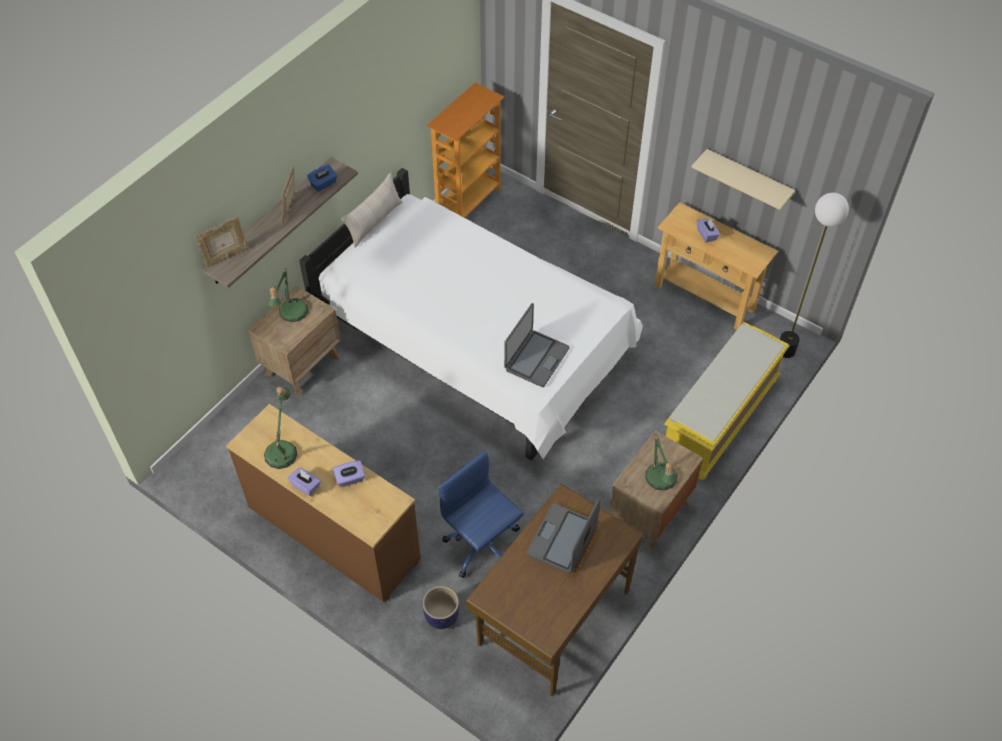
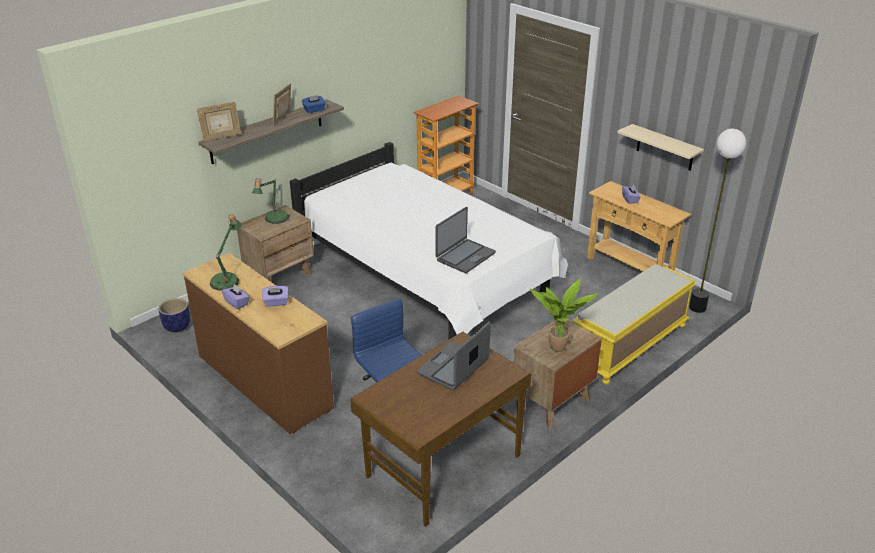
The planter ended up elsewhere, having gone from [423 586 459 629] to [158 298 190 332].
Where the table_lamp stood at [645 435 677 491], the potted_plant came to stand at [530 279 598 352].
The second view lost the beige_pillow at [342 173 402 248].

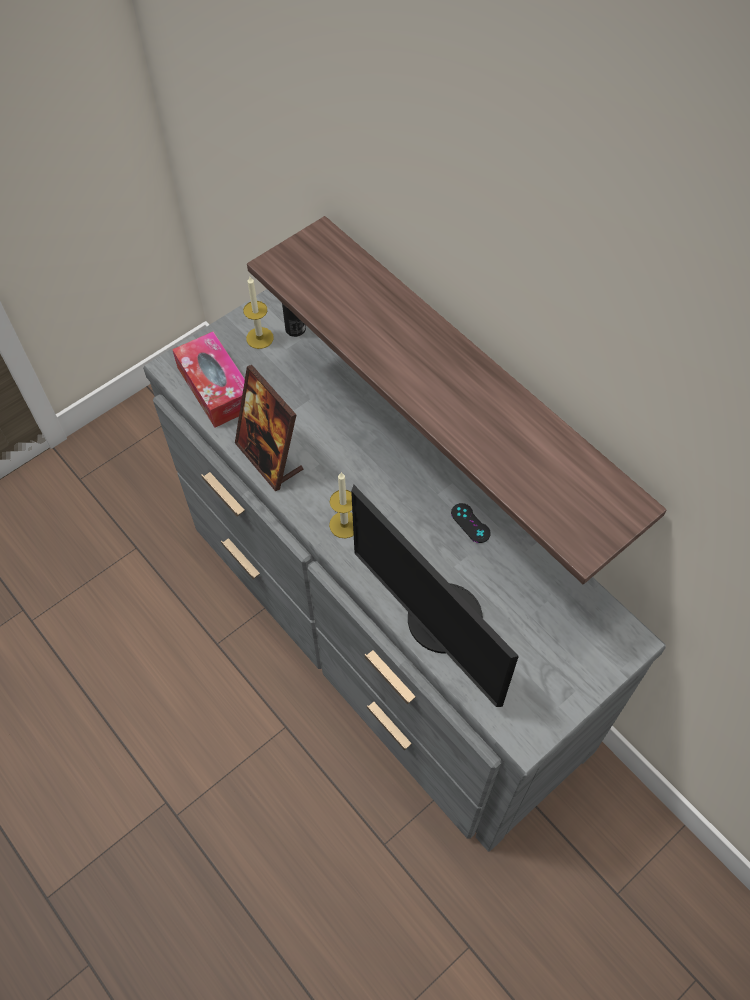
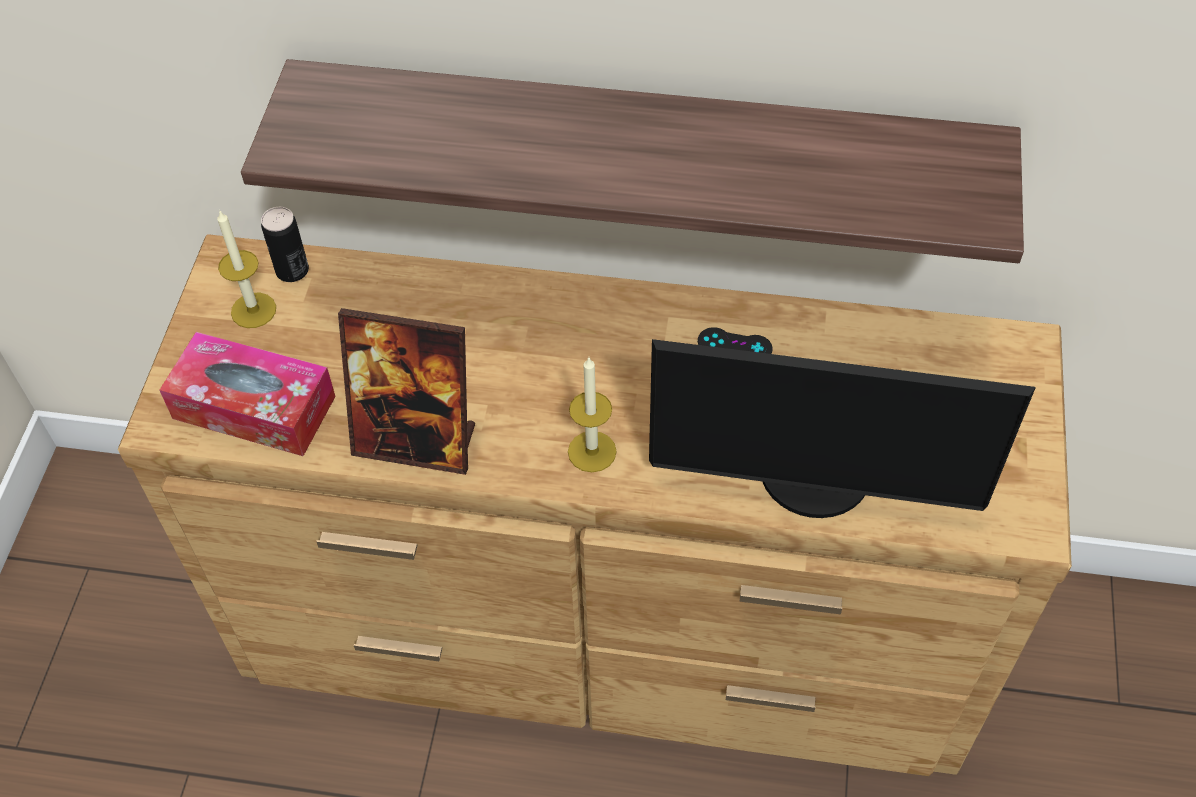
What was the grey_dresser at [143 289 666 851] turned into the brown_dresser at [118 234 1072 776].

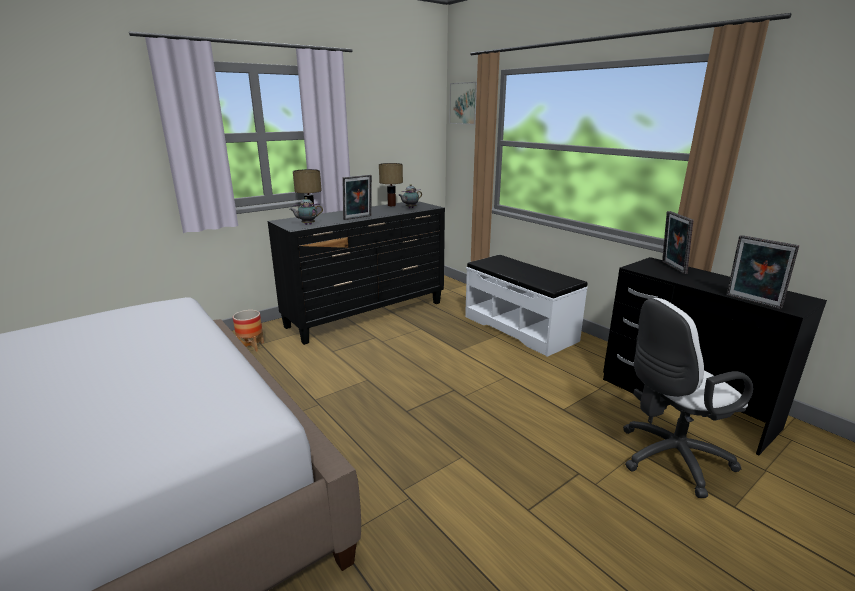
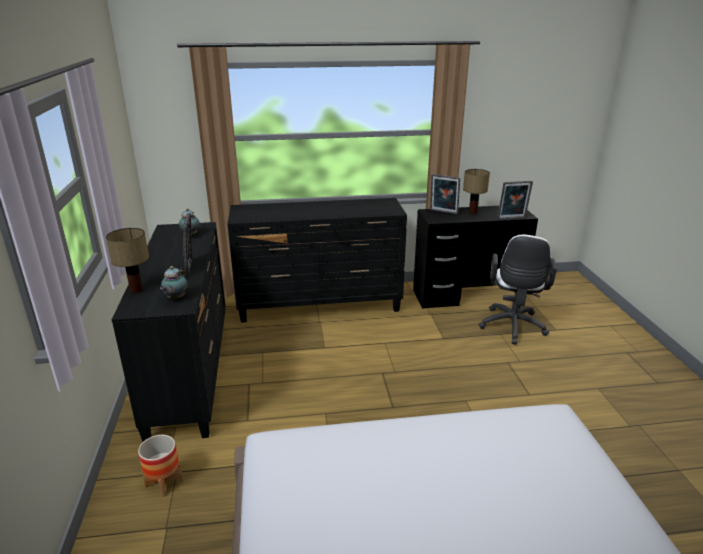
Where the white_bench stood at [465 255 588 357], the black_dresser came to stand at [227 198 407 323].
The table_lamp ended up elsewhere, having gone from [379 163 403 206] to [463 169 490 214].
The second view lost the picture at [449 82 477 125].

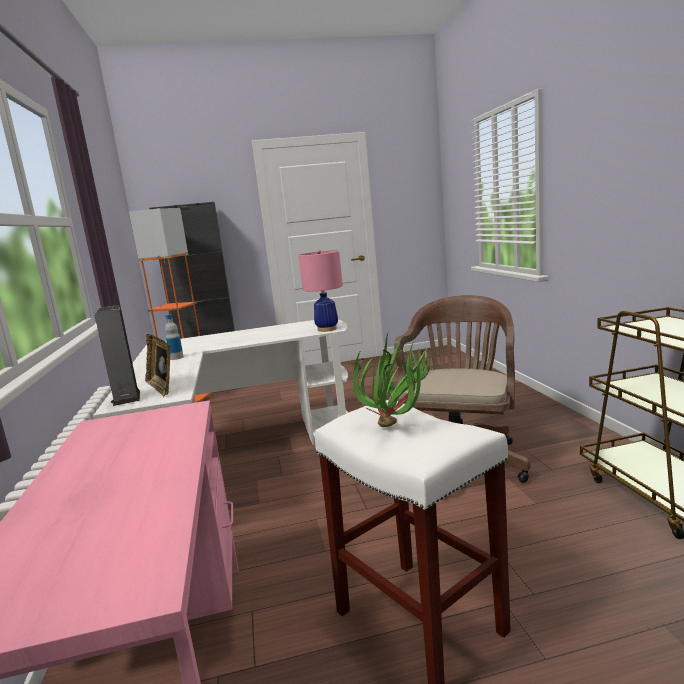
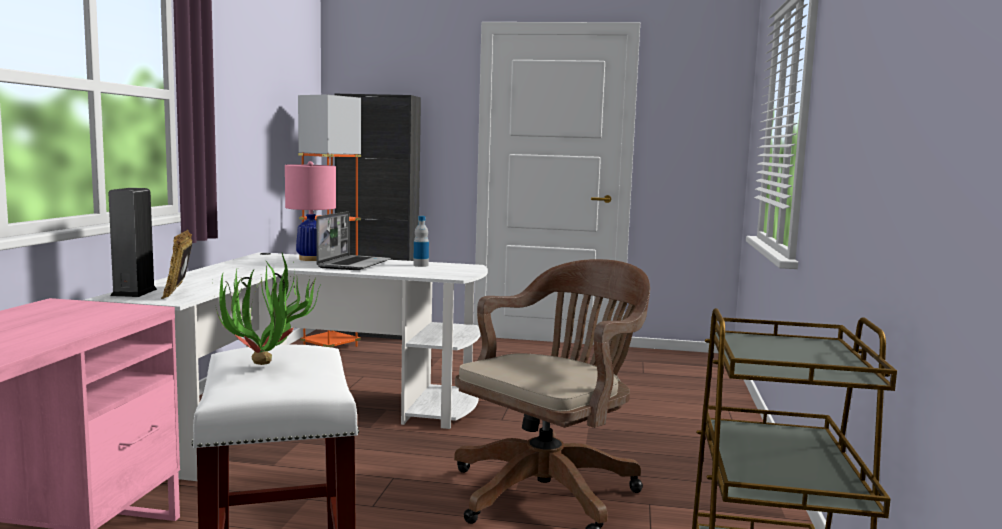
The pink_table_lamp ended up elsewhere, having gone from [298 249 343 332] to [285 161 336 261].
The second view gained the laptop at [316 211 391 270].
The bottle ended up elsewhere, having gone from [165 314 184 360] to [413 216 429 267].

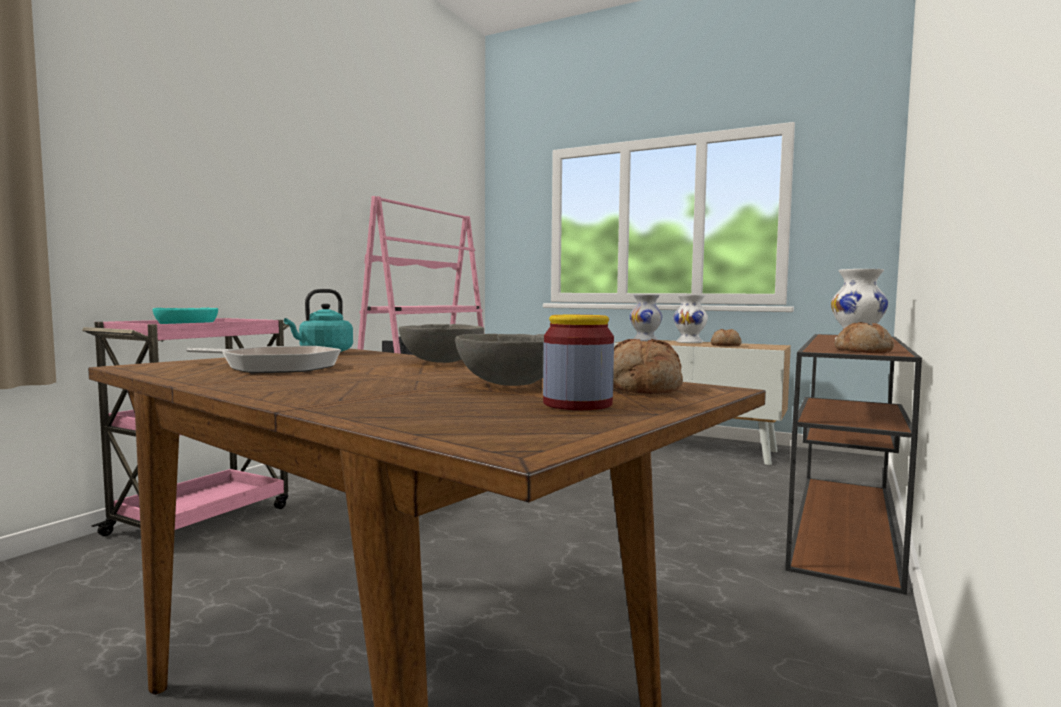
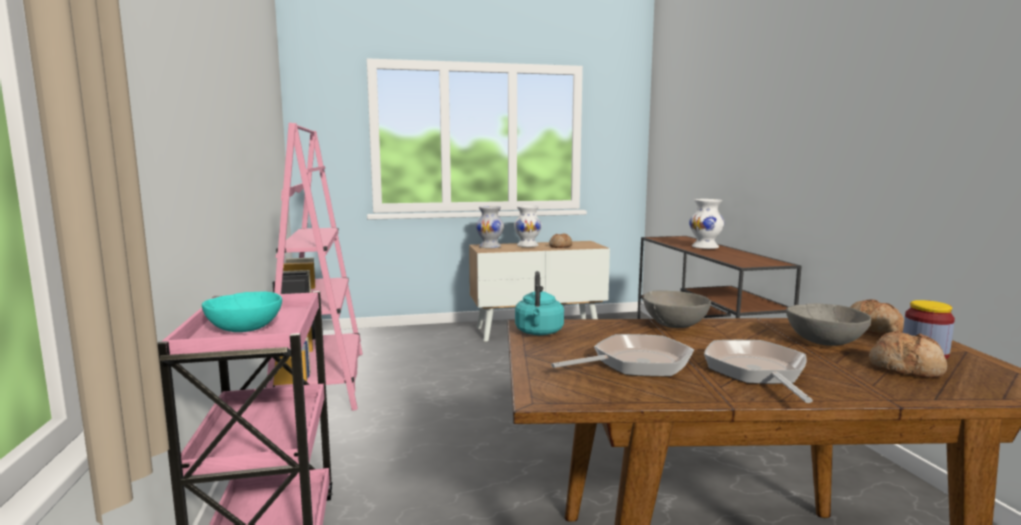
The second view gained the frying_pan at [704 340 813 403].
The bread ended up elsewhere, having gone from [835 322 894 353] to [869 330 947 378].

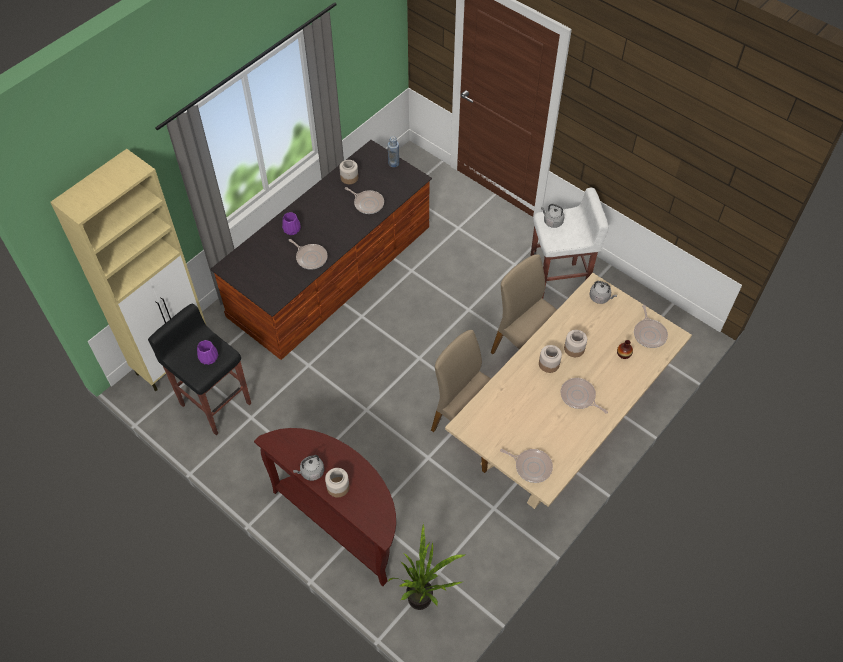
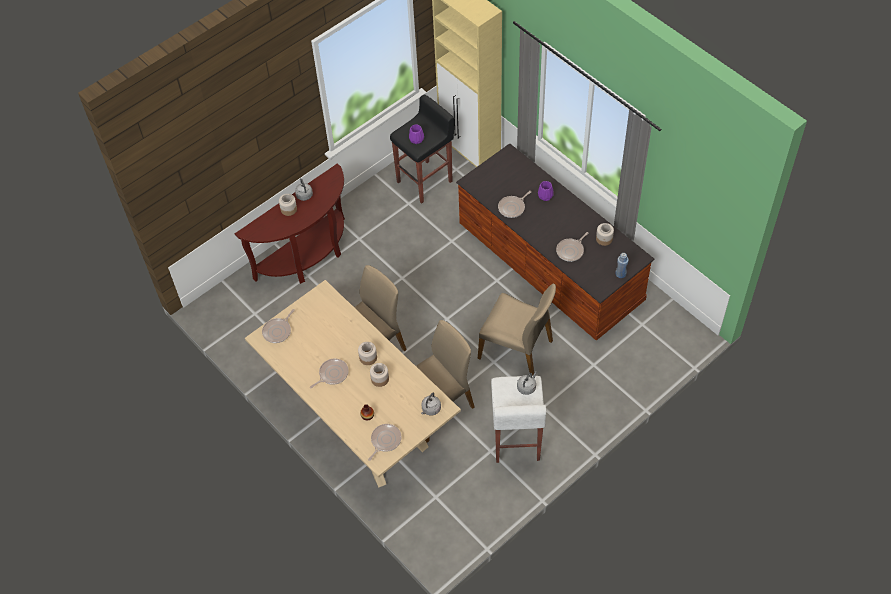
The frying_pan at [634 305 668 348] ended up facing another way, 120 degrees clockwise from before.
The second view gained the beige_chair at [477 284 556 376].
The second view lost the potted_plant at [388 524 465 610].

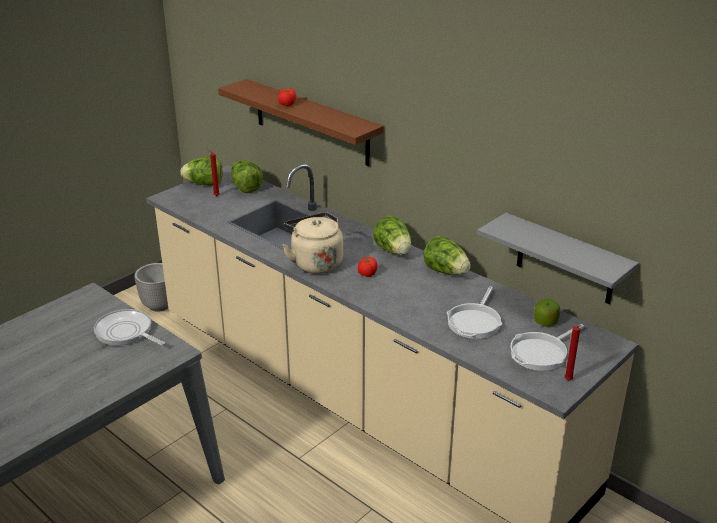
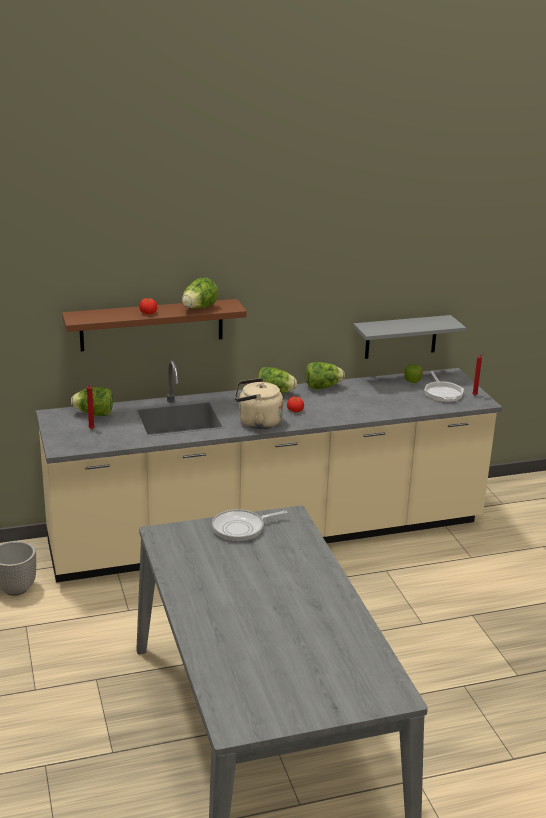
The lettuce ended up elsewhere, having gone from [181 157 222 186] to [182 277 218 309].
The second view lost the frying_pan at [447 286 502 339].

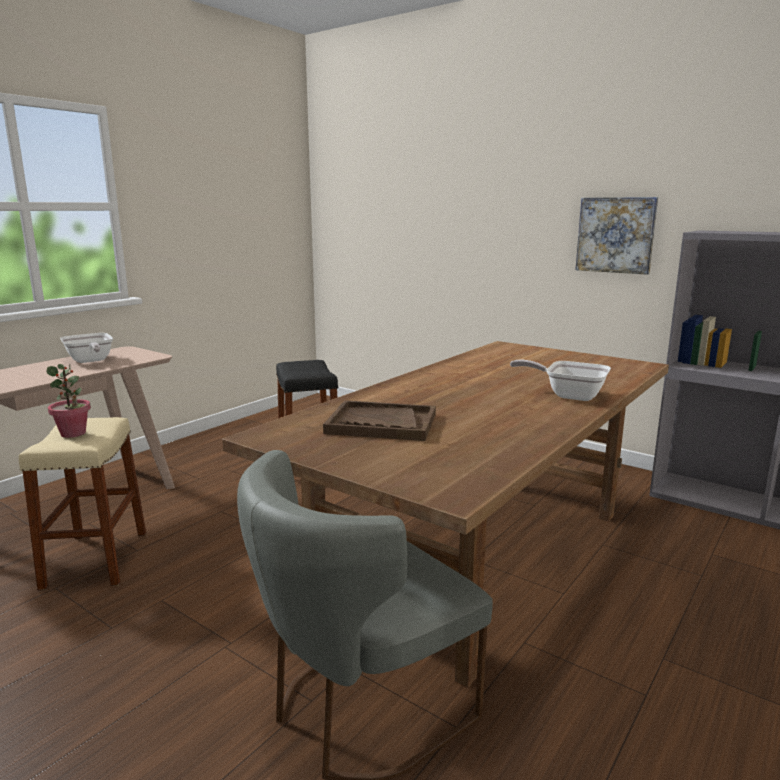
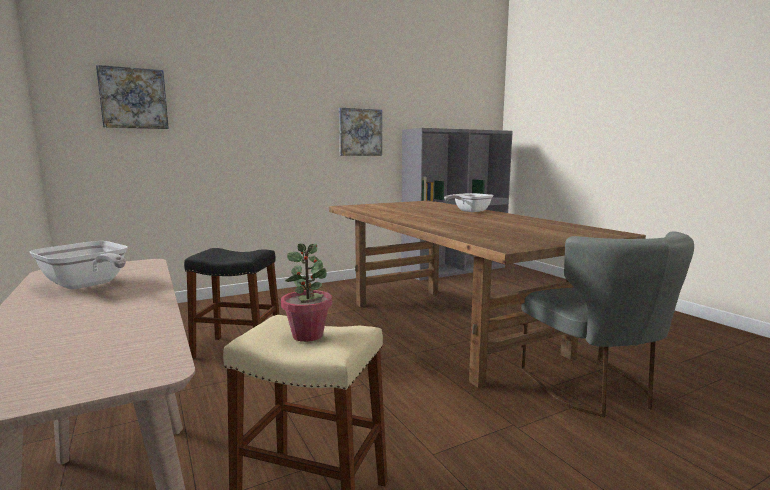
The frying_pan at [60 333 113 363] ended up facing another way, 45 degrees clockwise from before.
The second view gained the picture at [96 65 169 129].
The second view lost the brown_tray at [323 400 436 441].

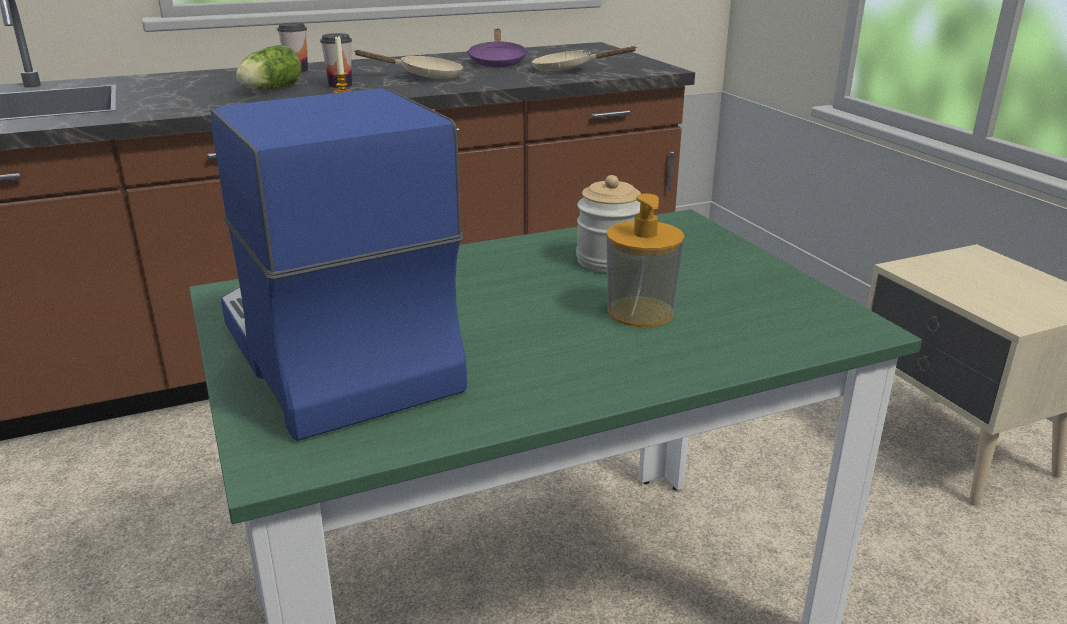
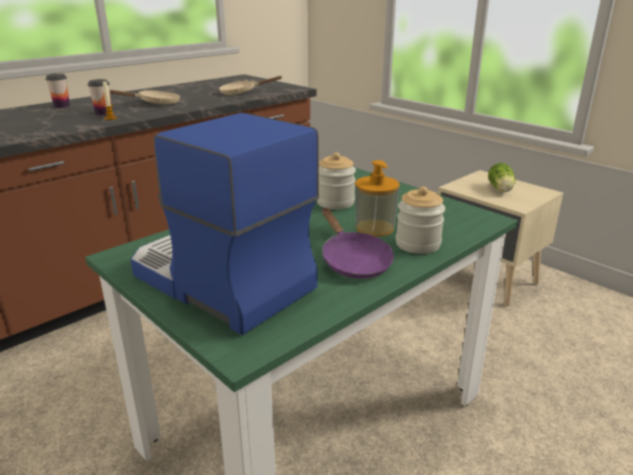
The purple_frying_pan ended up elsewhere, having gone from [467 29 528 67] to [322 208 394 279].
The second view gained the jar at [396 186 445 254].
The lettuce ended up elsewhere, having gone from [236 45 302 90] to [488 163 515 192].

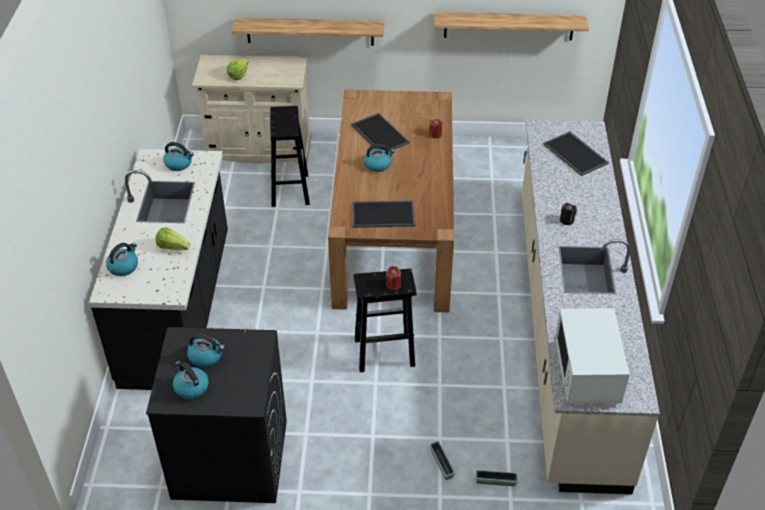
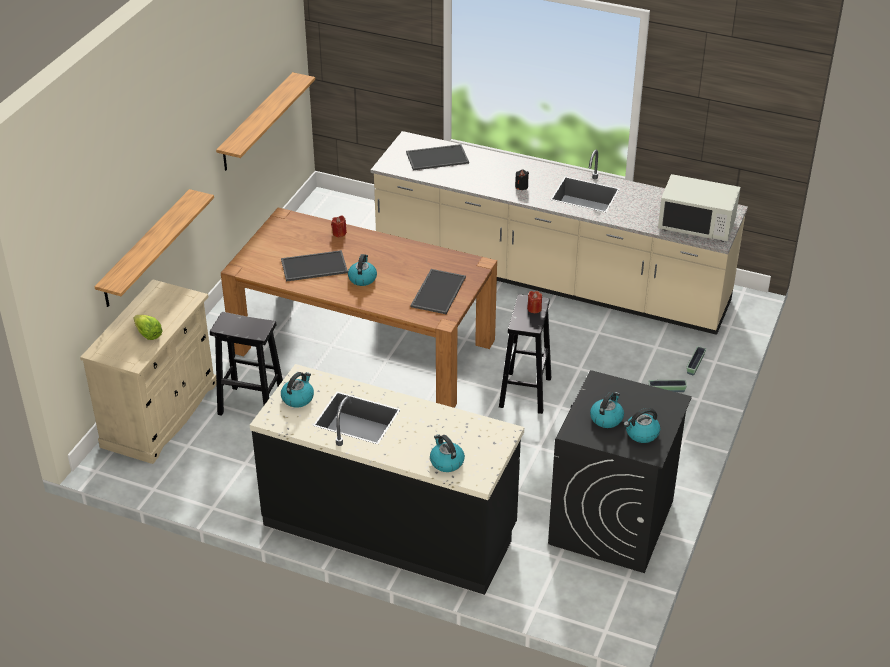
The second view lost the lettuce at [156 227 190 250].

